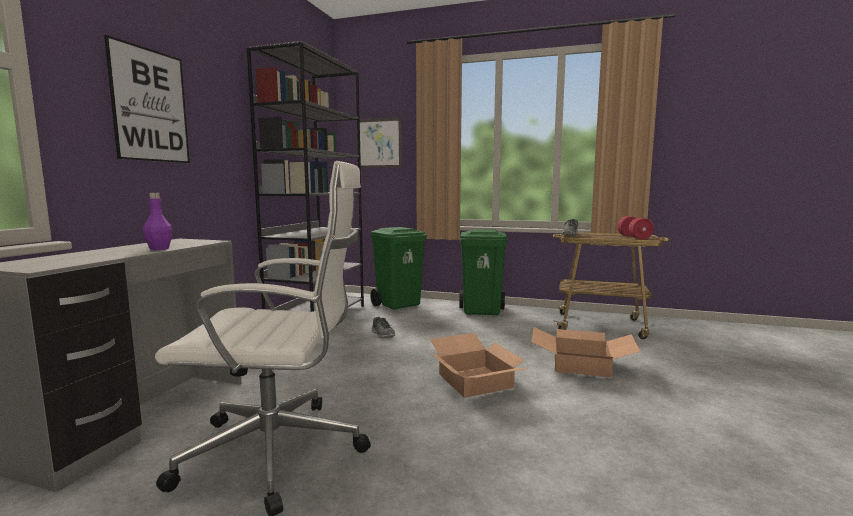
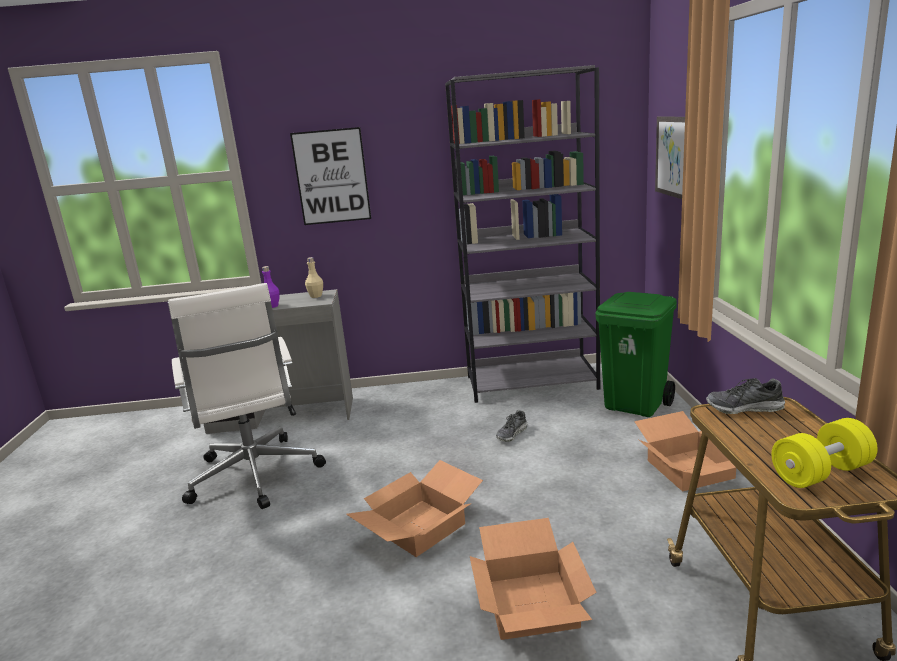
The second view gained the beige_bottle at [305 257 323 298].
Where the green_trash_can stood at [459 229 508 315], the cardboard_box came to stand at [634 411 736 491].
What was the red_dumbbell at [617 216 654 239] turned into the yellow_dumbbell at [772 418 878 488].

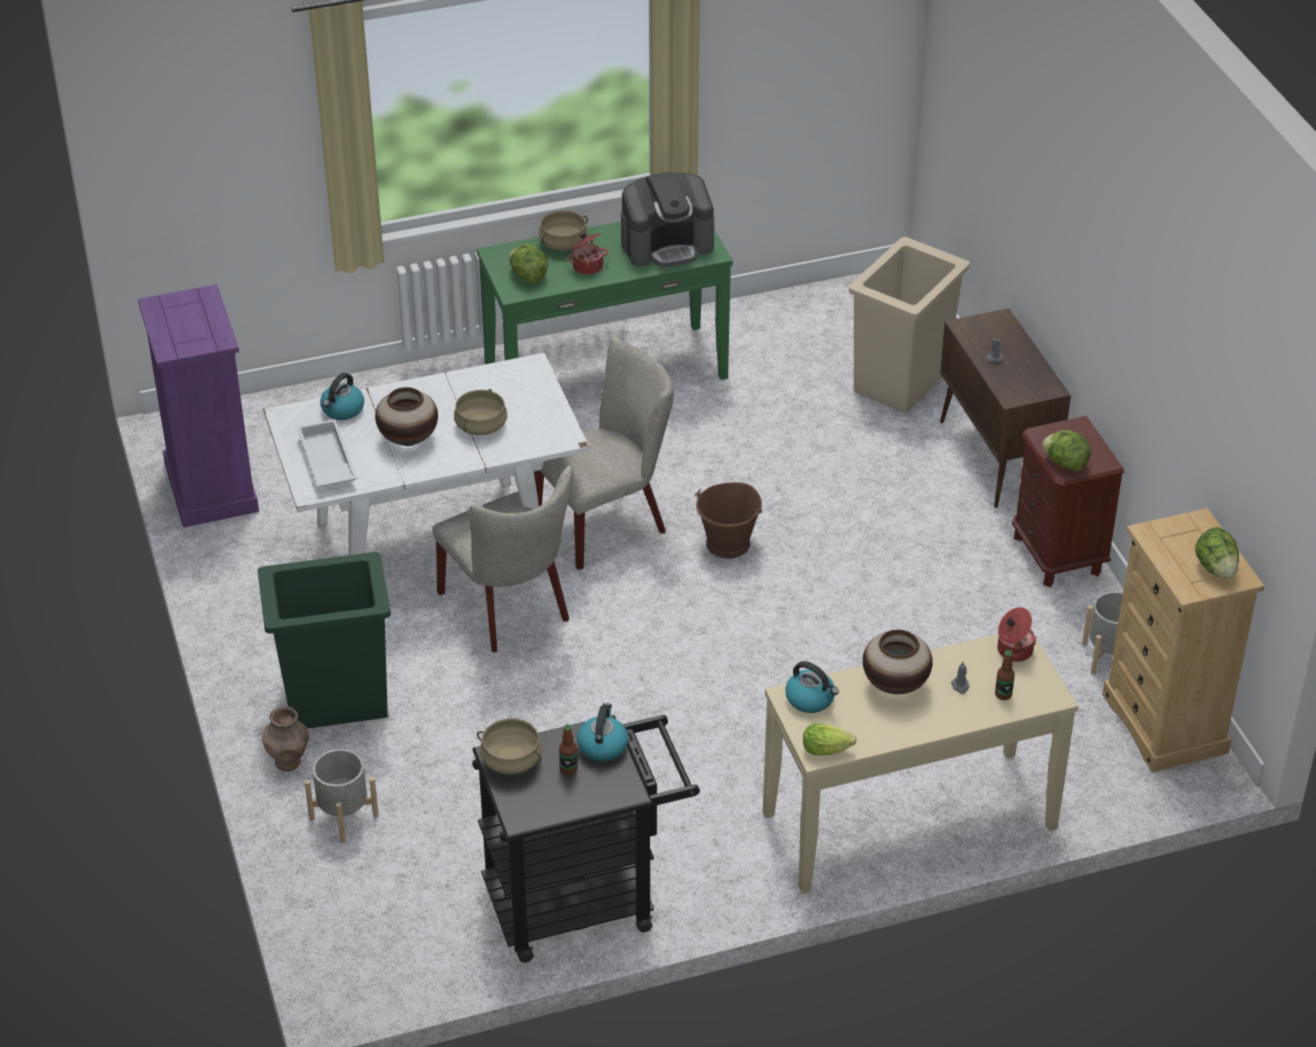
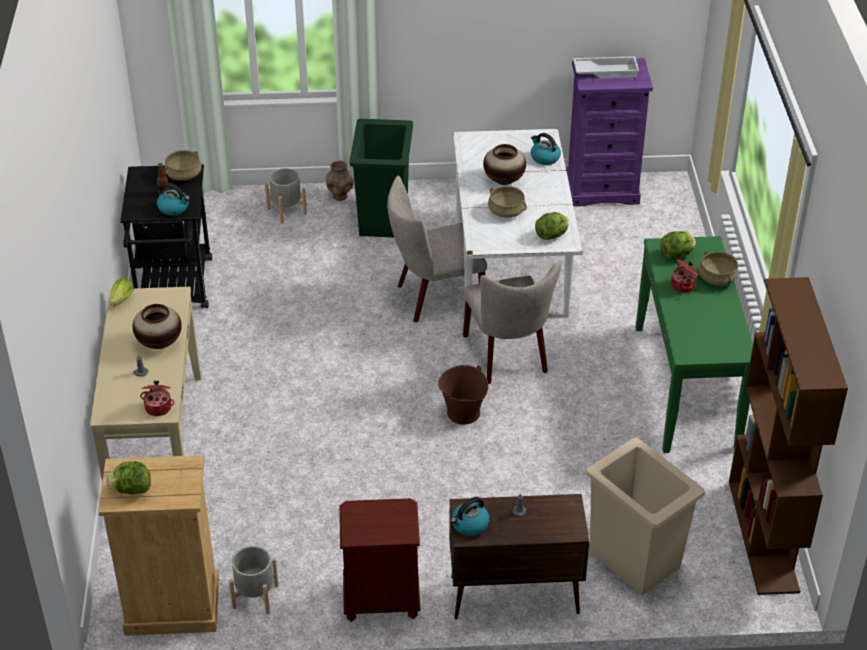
The kettle ended up elsewhere, having gone from [785 661 839 713] to [450 497 490 536].
The lettuce ended up elsewhere, having gone from [1042 430 1091 471] to [535 212 569 240].
The white_tray ended up elsewhere, having gone from [297 419 357 487] to [573 56 639 78].
The second view gained the brown_bookcase at [729 277 848 595].
The second view lost the coffee_machine at [621 172 714 267].
The second view lost the bottle at [995 650 1015 700].

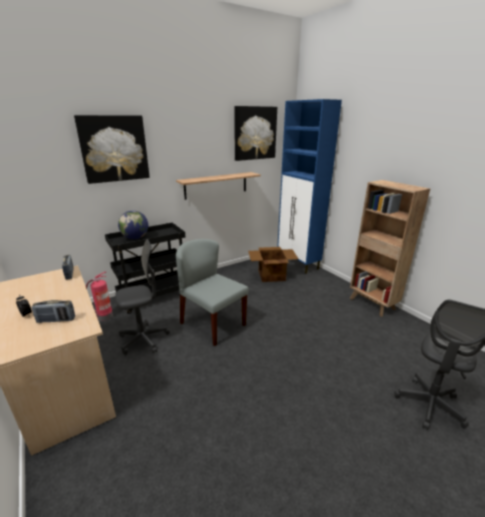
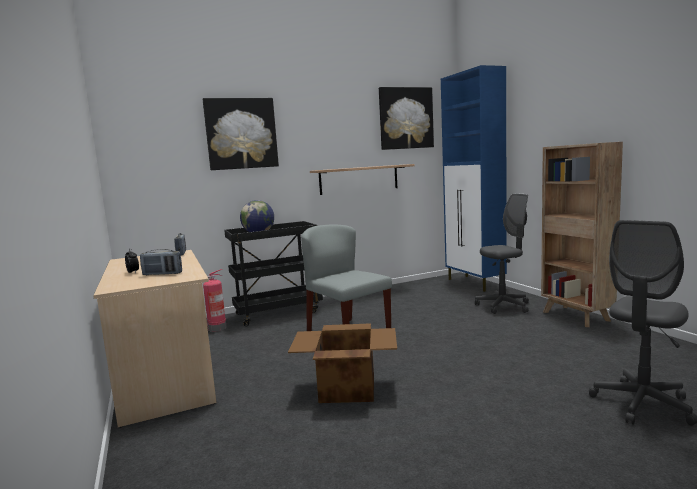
The cardboard_box ended up elsewhere, having gone from [248 247 298 282] to [288 323 397 403].
The grey_office_chair ended up elsewhere, having gone from [115 239 170 355] to [475 193 529 314].

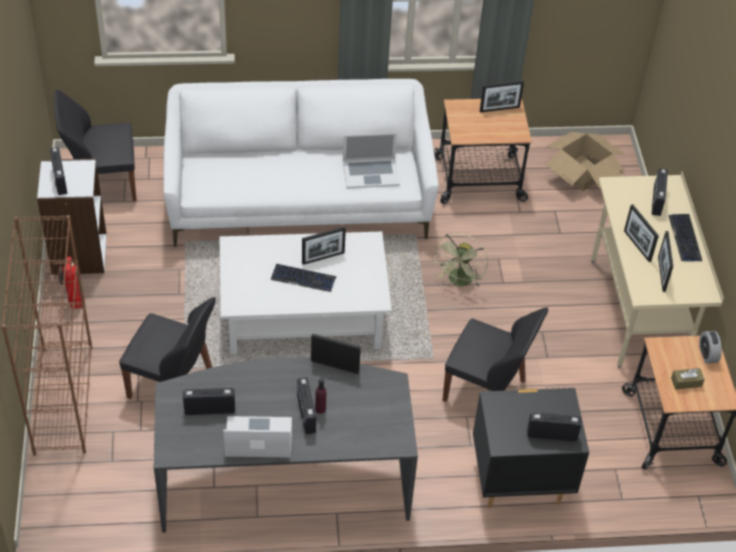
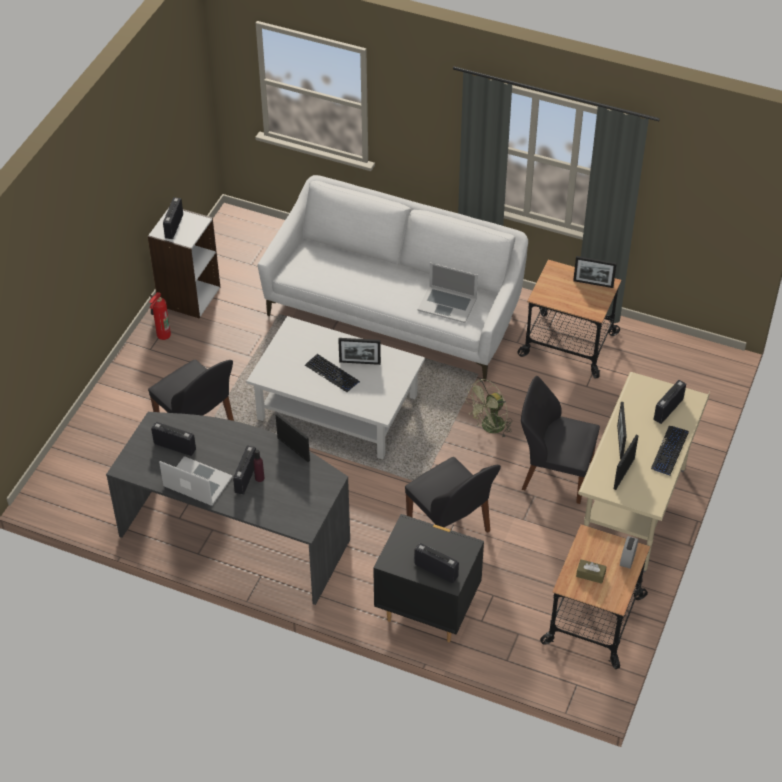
The black_chair ended up elsewhere, having gone from [54 90 137 201] to [521 376 600 504].
The second view lost the brown_bookcase at [1 215 92 456].
The second view lost the cardboard_box at [546 132 625 191].

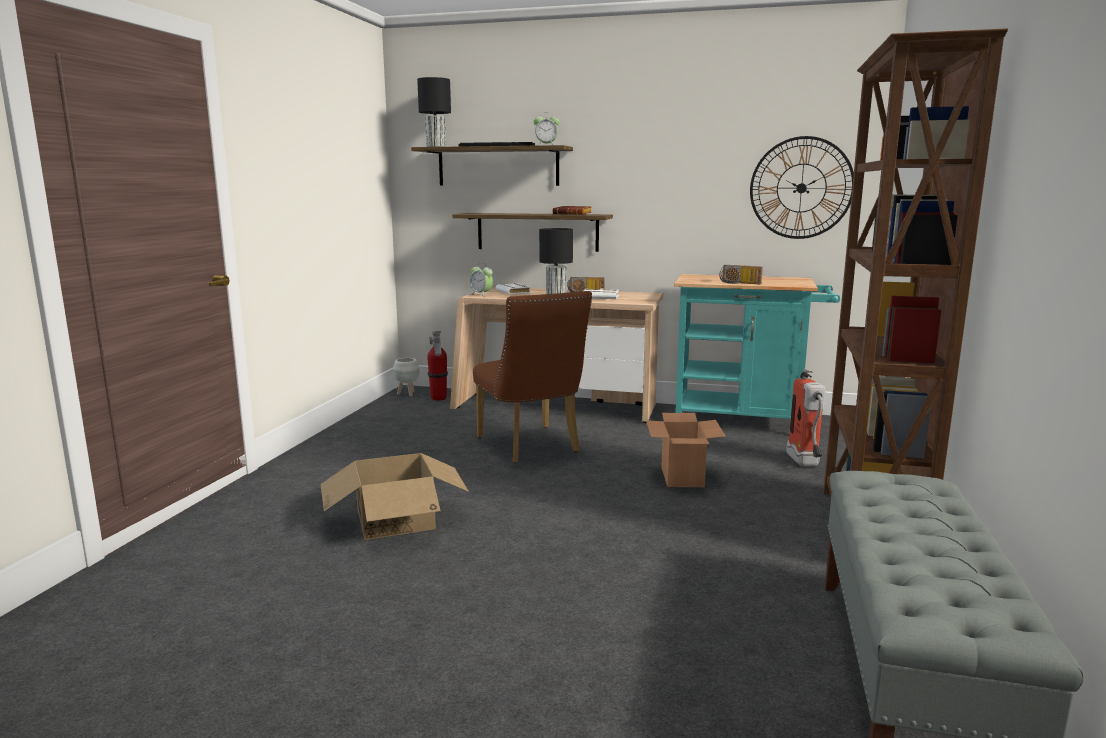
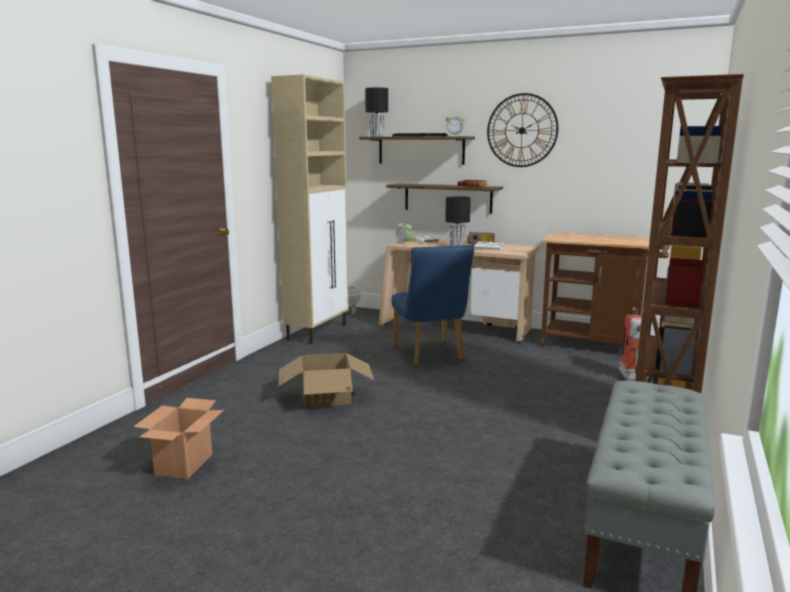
The cardboard_box ended up elsewhere, having gone from [646 413 726 487] to [133 398 224 479].
The second view gained the beige_cabinet at [271 75 349 344].
What was the brown_chair at [473 291 592 463] turned into the blue_chair at [392 245 475 365].
The wall_clock ended up elsewhere, having gone from [750 136 854 239] to [487 93 558 167].
What was the turquoise_cart at [674 274 840 419] turned into the brown_cart at [541 232 669 347].
The second view lost the fire_extinguisher at [427 330 448 401].
The second view lost the radio at [719 265 763 284].

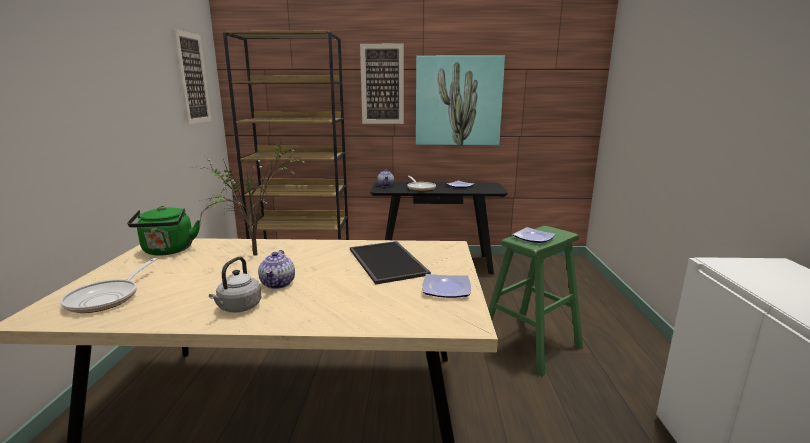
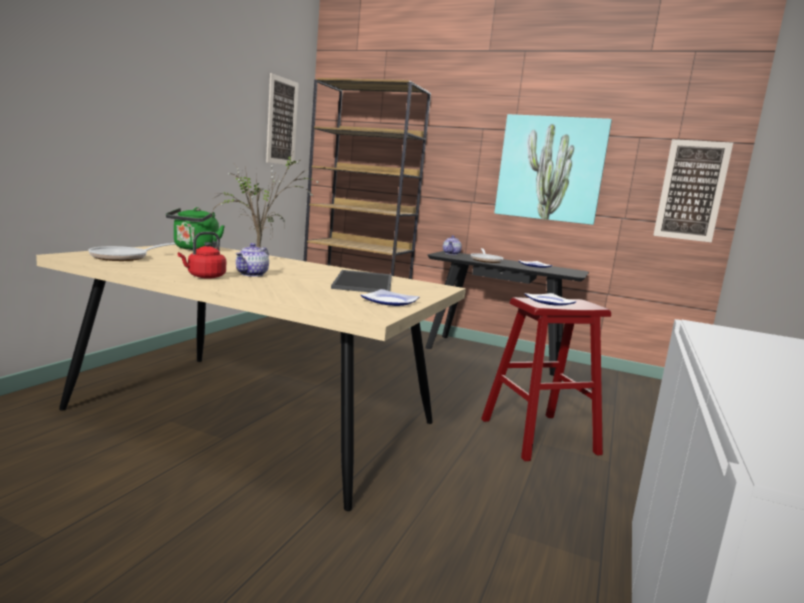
What was the grey_kettle at [209 257 261 313] turned into the red_kettle at [178 232 226 279].
What was the green_stool at [488 226 583 377] turned into the red_stool at [481 297 611 461].
The picture ended up elsewhere, having gone from [360 44 404 124] to [653 139 733 242].

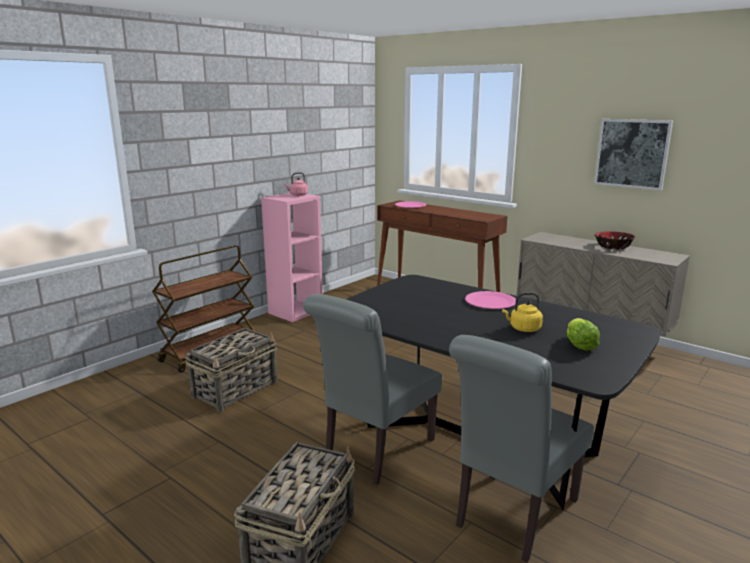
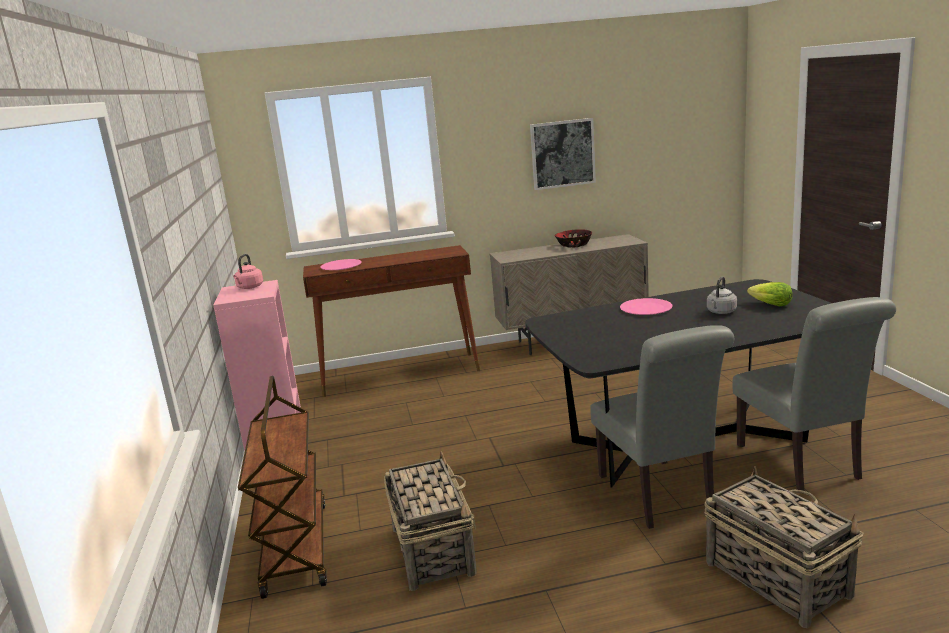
What was the yellow_kettle at [502 292 543 332] turned into the grey_kettle at [707 277 737 314].

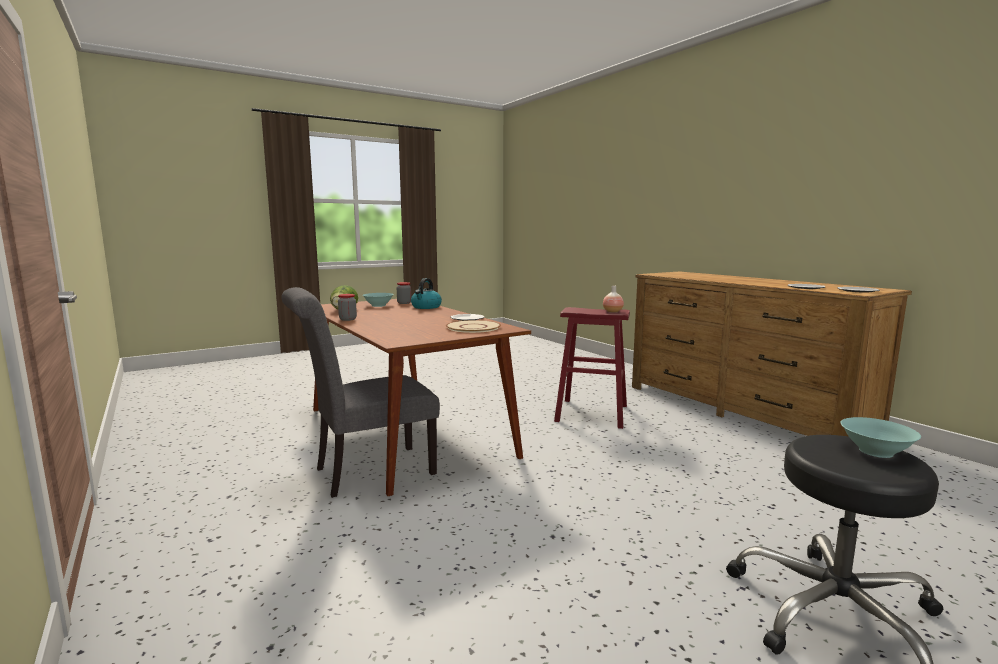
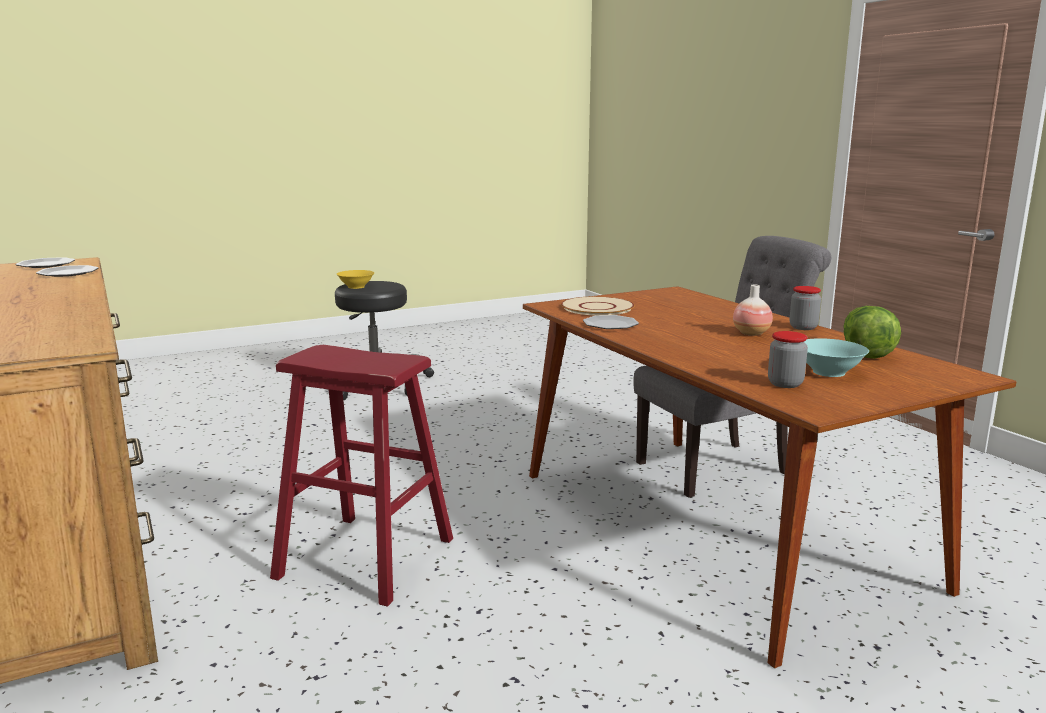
What was the turquoise_bowl at [840 417 921 458] turned into the yellow_bowl at [337 270 374 289].
The vase ended up elsewhere, having gone from [603 286 624 313] to [733 285 773 336].
The second view lost the kettle at [411 278 442 309].

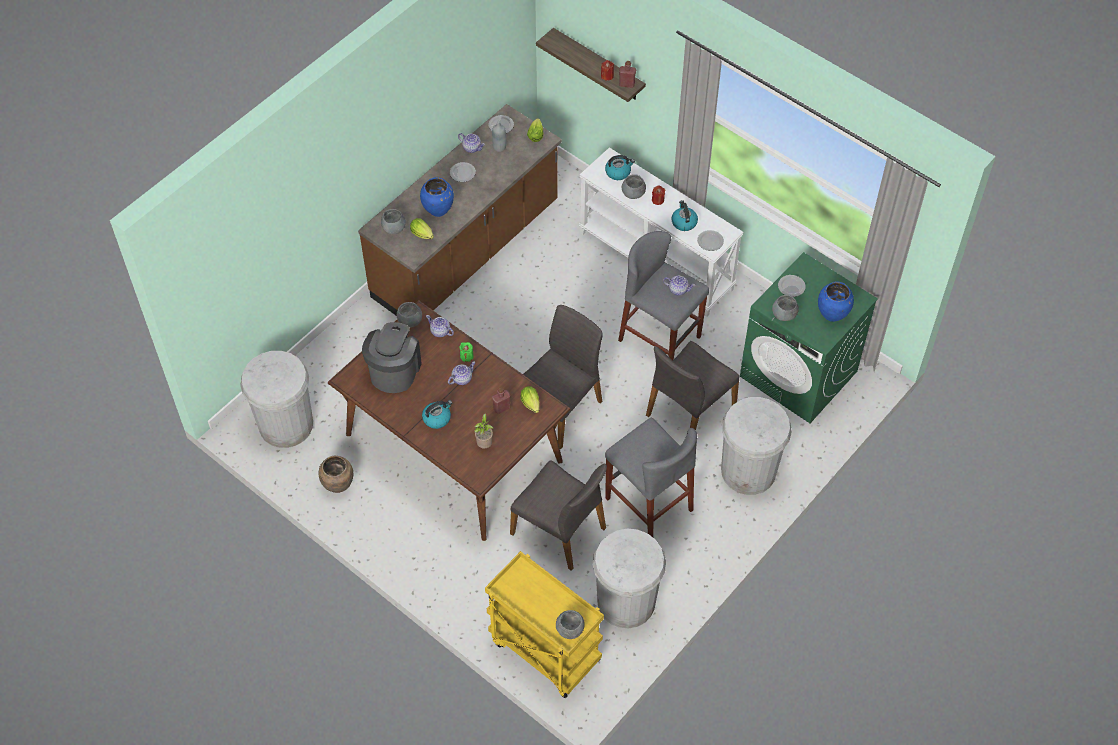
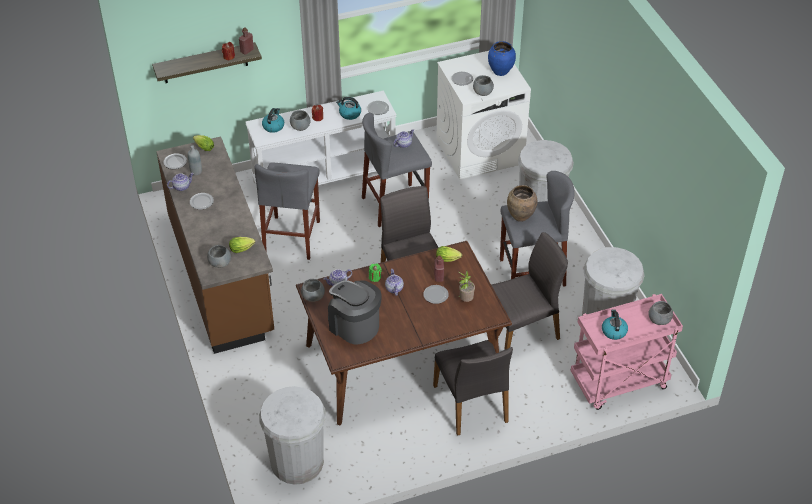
The second view gained the grey_stool at [254 163 320 260].
The second view gained the plate at [423 285 449 304].
The grey_chair ended up elsewhere, having gone from [646 341 739 430] to [433 340 513 436].
What was the green_washing_machine at [740 252 878 423] turned into the white_washing_machine at [436 51 531 180].
The brown_vase ended up elsewhere, having gone from [319 456 353 493] to [507 185 537 222].
What was the yellow_cart at [485 551 604 698] turned into the pink_cart at [571 294 683 410].
The kettle ended up elsewhere, having gone from [422 400 452 429] to [602 309 628 340].
The second view lost the blue_vase at [420 177 454 217].

